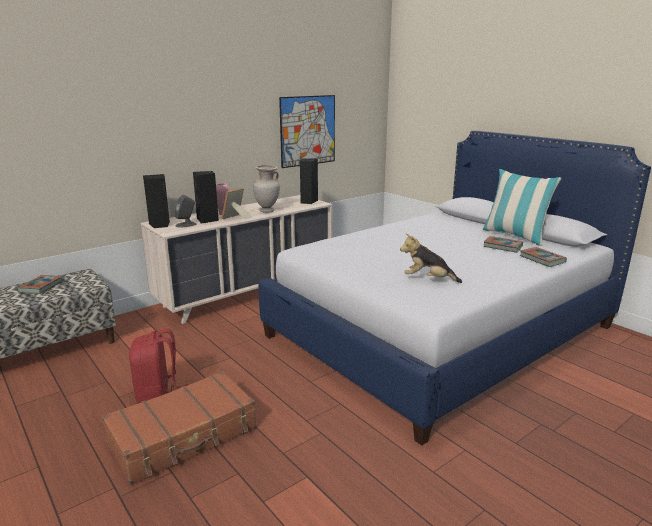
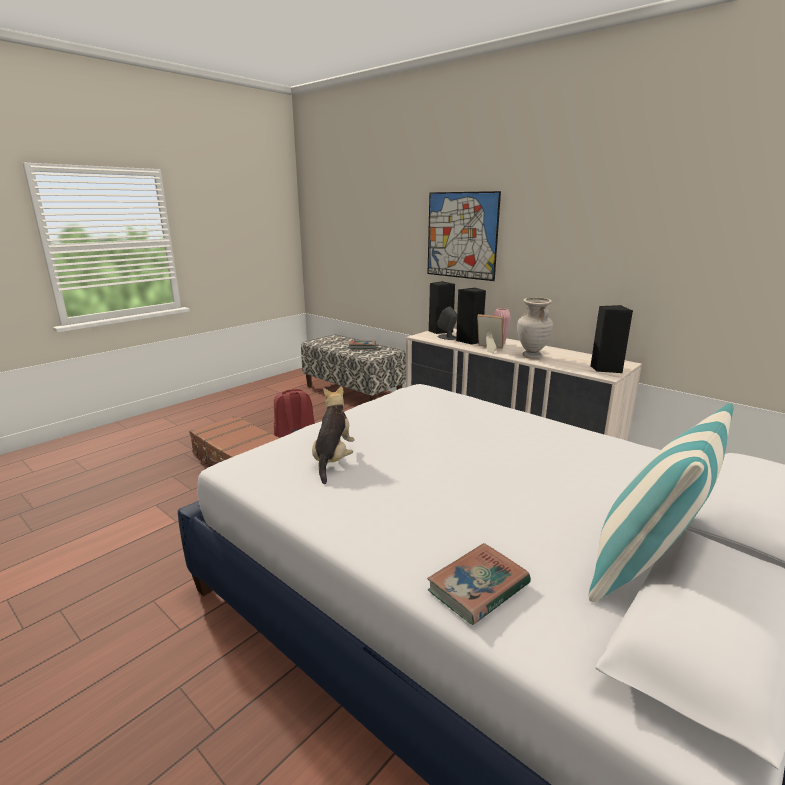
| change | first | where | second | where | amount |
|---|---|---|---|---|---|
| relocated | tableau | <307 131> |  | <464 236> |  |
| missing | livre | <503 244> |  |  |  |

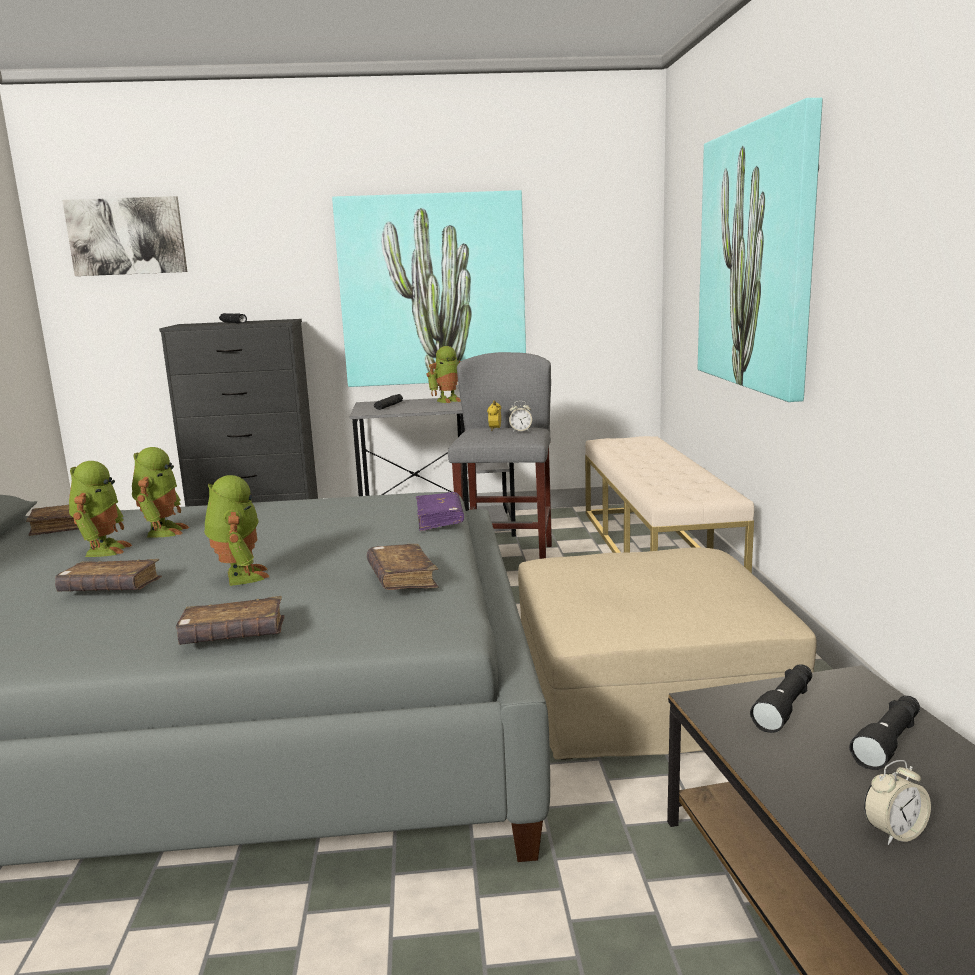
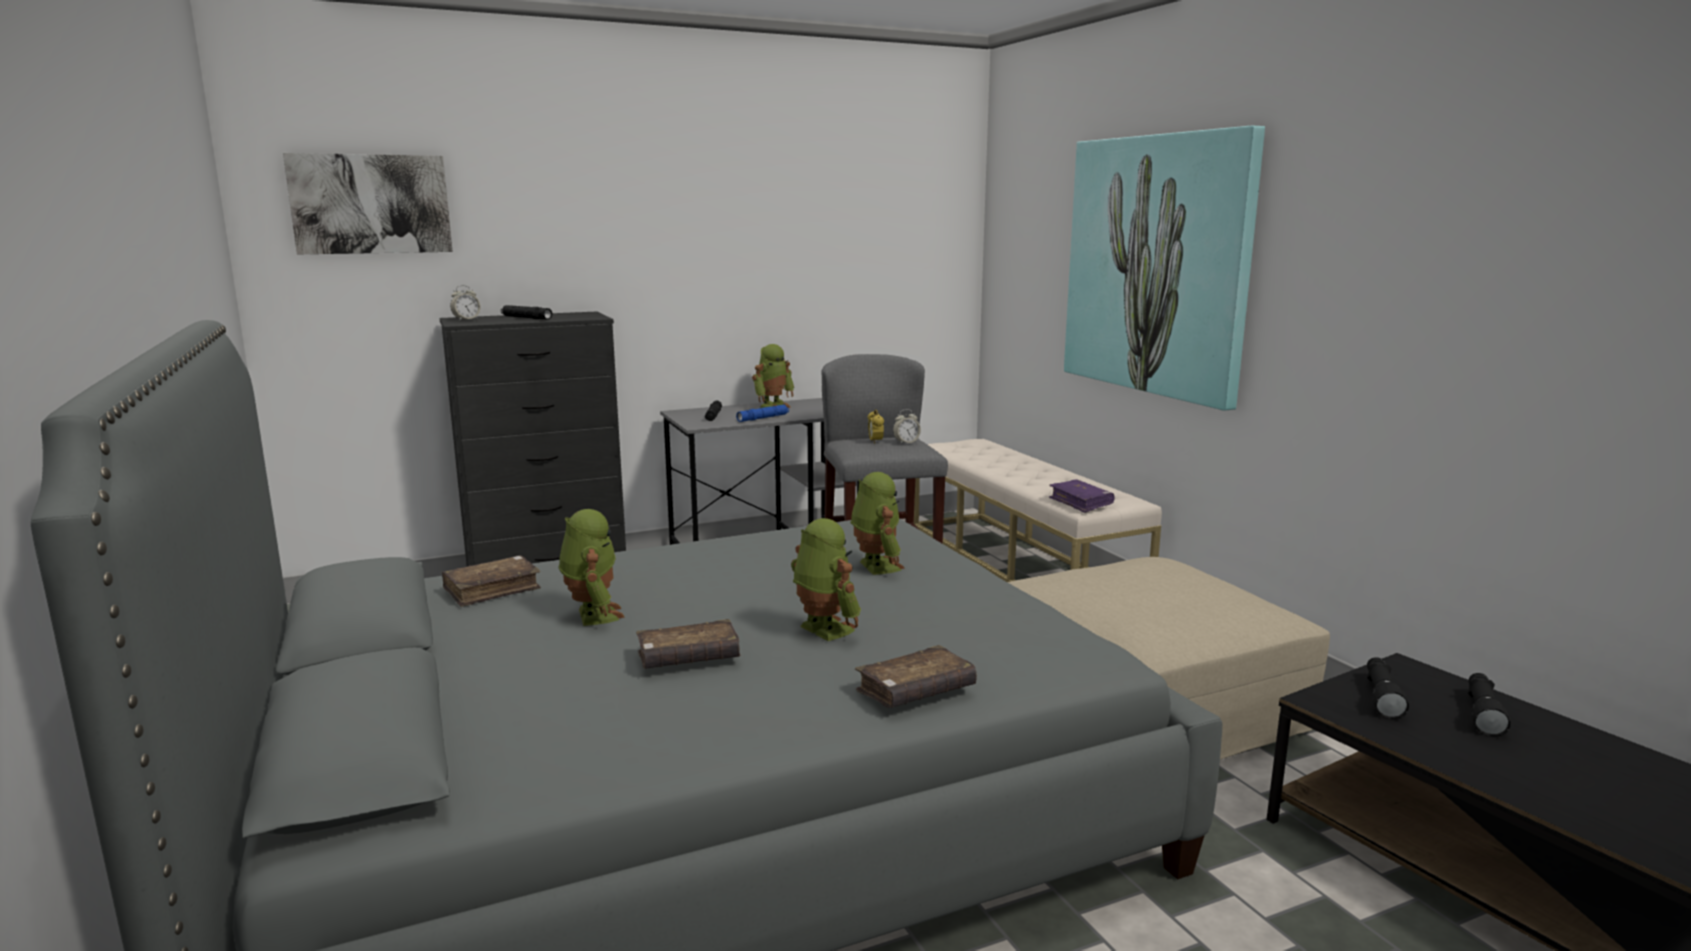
| change | first | where | second | where | amount |
|---|---|---|---|---|---|
| missing | tableau | <429 288> |  |  |  |
| relocated | robot jouet | <160 492> |  | <878 523> |  |
| relocated | livre (violet) | <440 511> |  | <1081 496> |  |
| missing | livre (marron) | <402 567> |  |  |  |
| relocated | réveil | <897 802> |  | <465 303> |  |
| appeared |  |  | lampe de poche (bleu) | <762 413> |  |

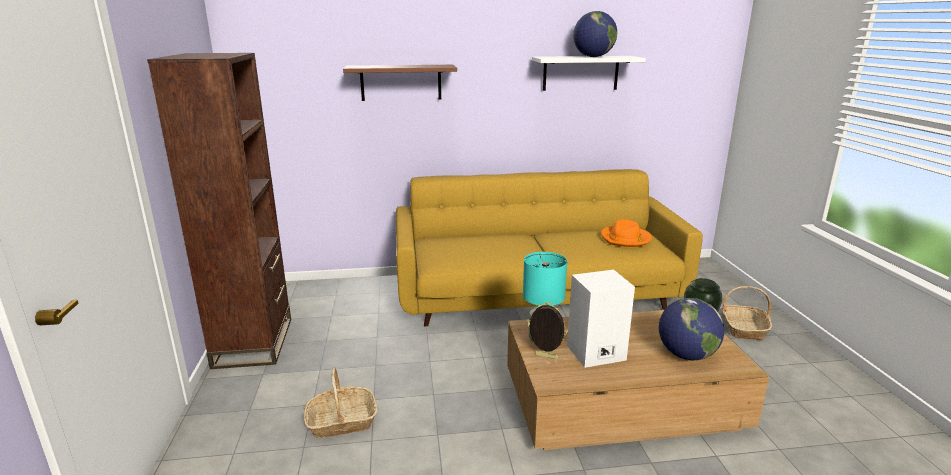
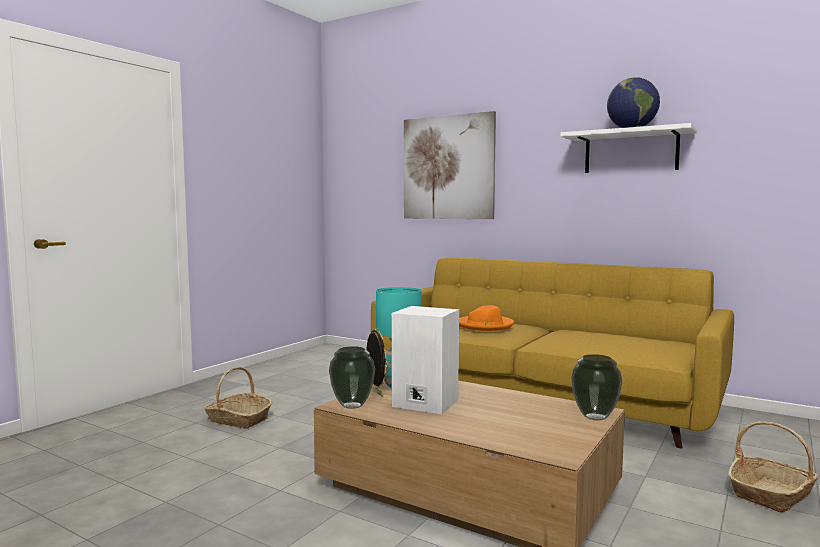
| change | first | where | second | where | amount |
|---|---|---|---|---|---|
| missing | bibliothèque (marron) | <219 211> |  |  |  |
| exchanged | étagère (marron) | <400 83> | tableau | <450 165> |  |
| relocated | chapeau (orange) | <626 233> |  | <486 318> |  |
| missing | globe | <691 329> |  |  |  |
| appeared |  |  | vase | <352 377> |  |

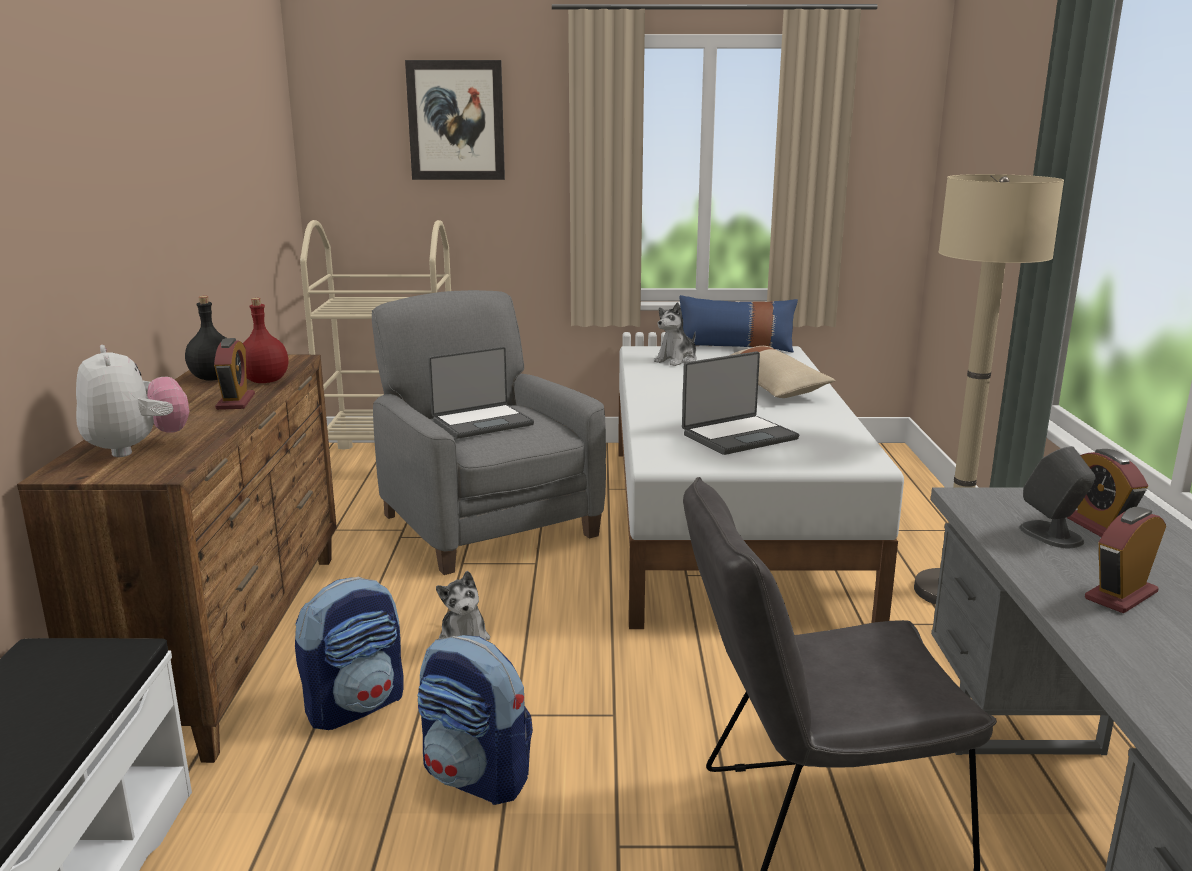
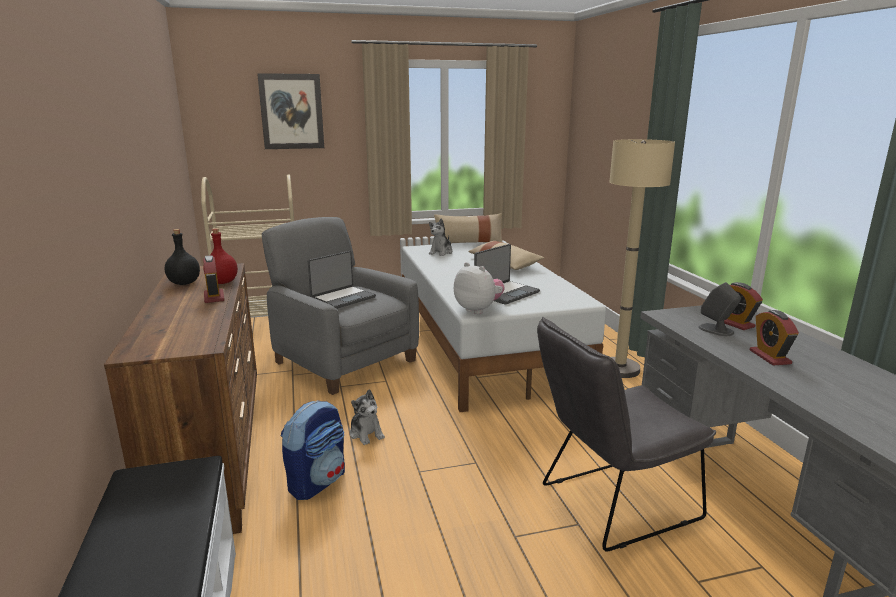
| change | first | where | second | where | amount |
|---|---|---|---|---|---|
| colour | coussin (bleu) | <739 324> | coussin (beige) | <468 228> |  |
| relocated | peluche | <132 401> |  | <479 288> |  |
| spun | réveil | <1125 560> |  | <774 337> | 45 degrees counterclockwise |
| missing | sac à dos | <475 720> |  |  |  |

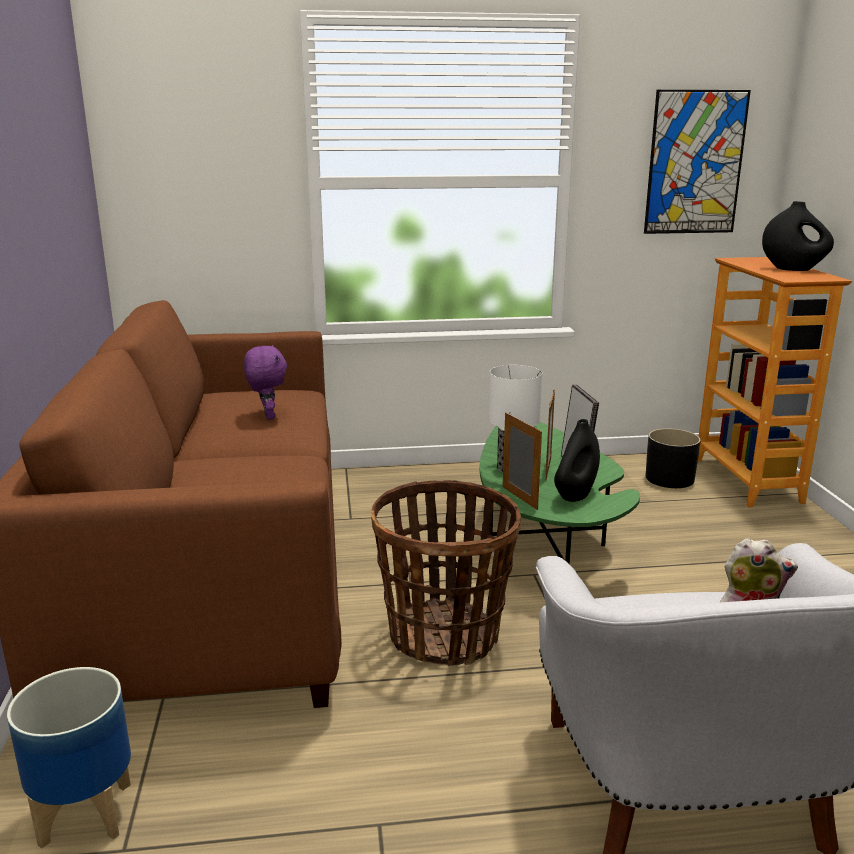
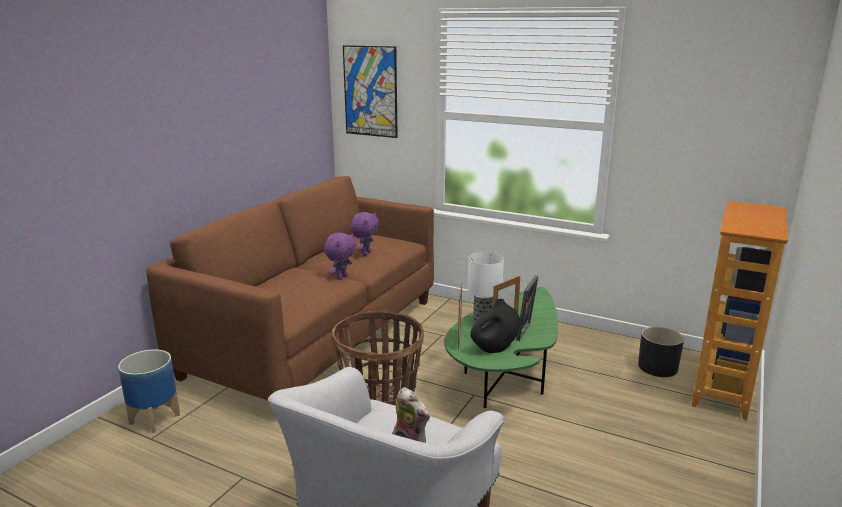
| change | first | where | second | where | amount |
|---|---|---|---|---|---|
| relocated | tableau | <697 162> |  | <370 91> |  |
| missing | vase (noir) | <798 236> |  |  |  |
| appeared |  |  | peluche (violet) | <340 256> |  |

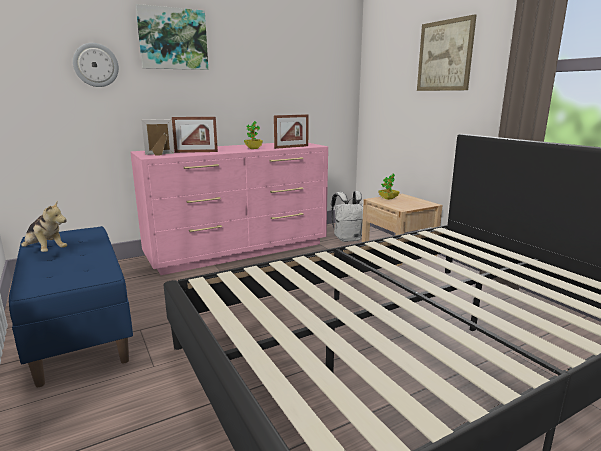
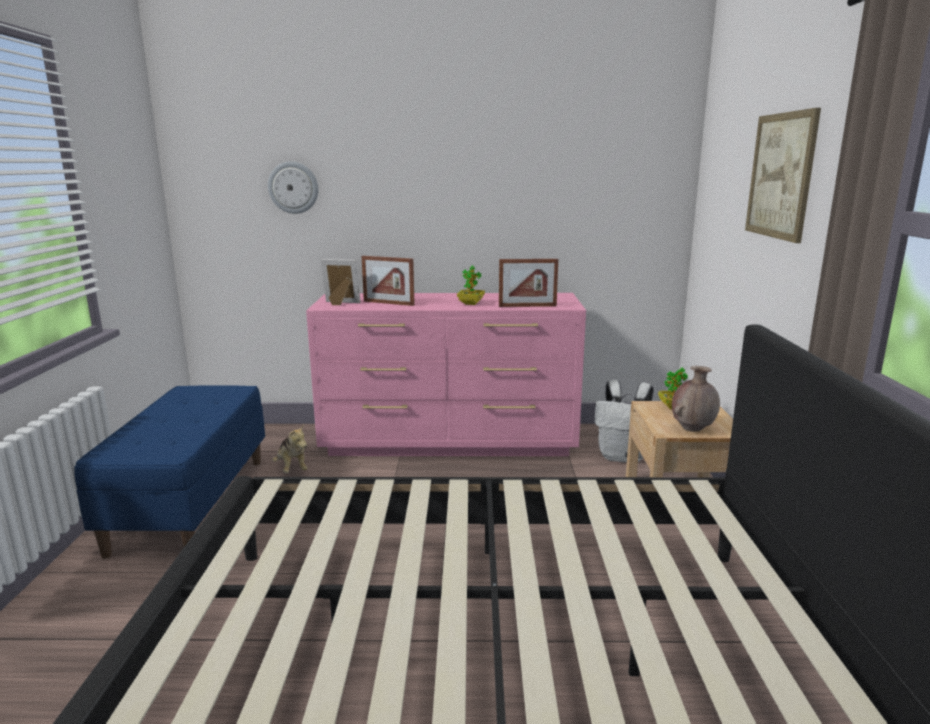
| change | first | where | second | where | amount |
|---|---|---|---|---|---|
| missing | tableau | <172 37> |  |  |  |
| relocated | peluche | <44 226> |  | <290 448> |  |
| appeared |  |  | vase (marron) | <696 399> |  |

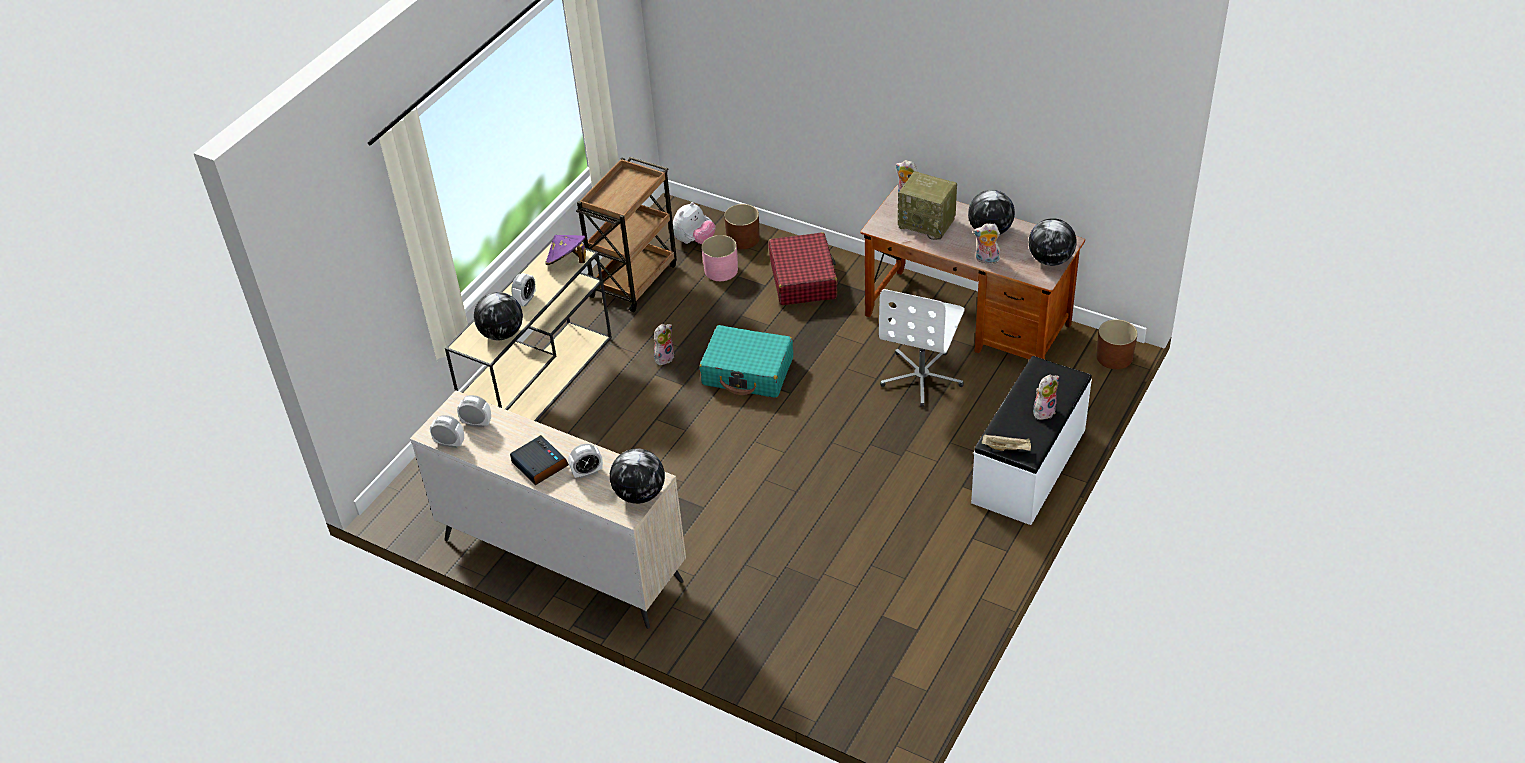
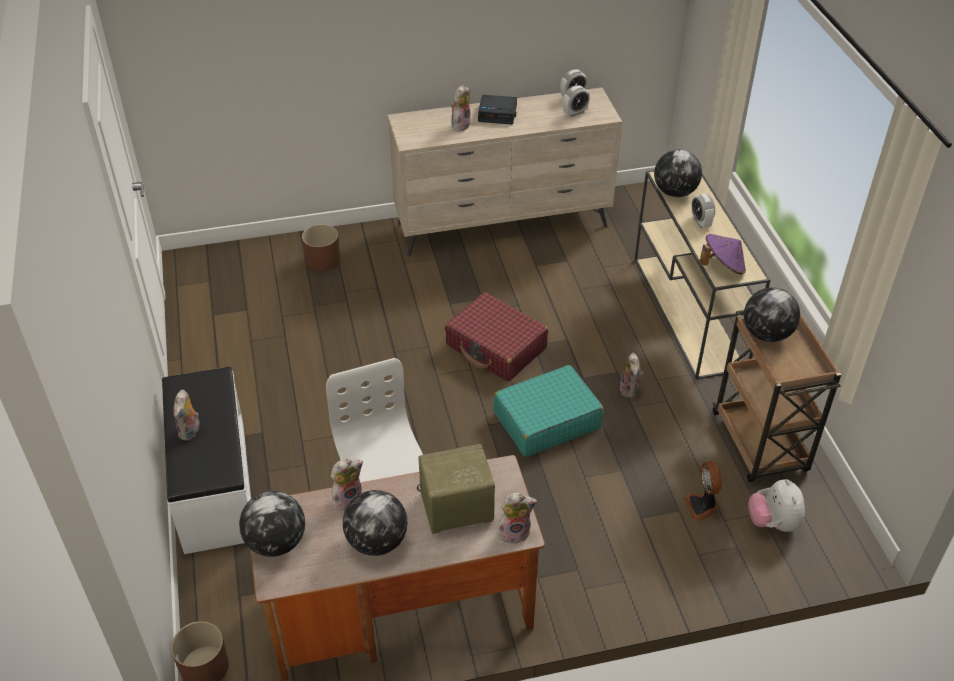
| change | first | where | second | where | amount |
|---|---|---|---|---|---|
| relocated | cache-pot (marron) | <742 226> |  | <321 247> |  |
| relocated | valise (rouge) | <803 268> |  | <496 336> |  |
| exchanged | cache-pot (rose) | <719 258> | ventilateur | <703 491> |  |
| missing | plateau (beige) | <1006 442> |  |  |  |
| exchanged | réveil | <585 461> | peluche | <461 108> |  |
| relocated | globe | <637 476> |  | <772 314> |  |

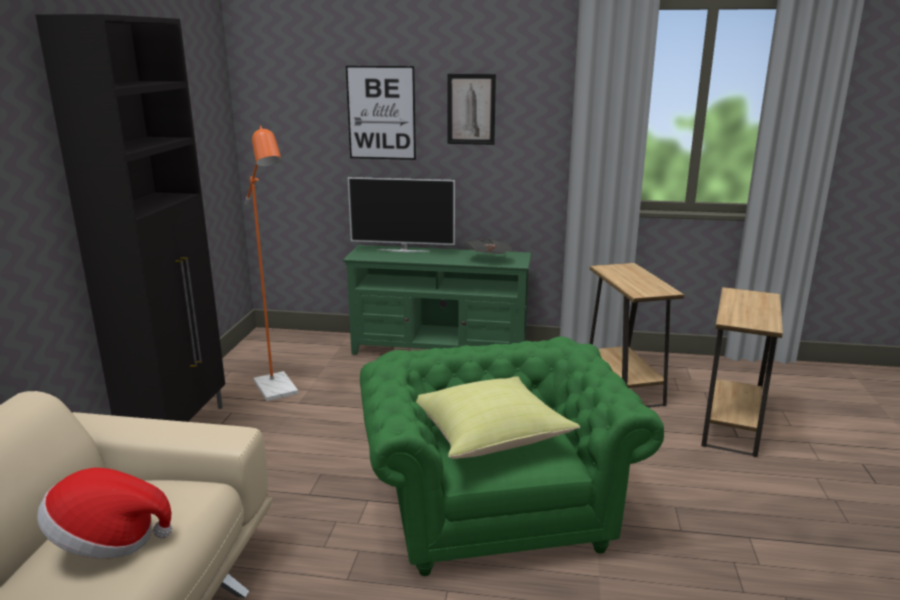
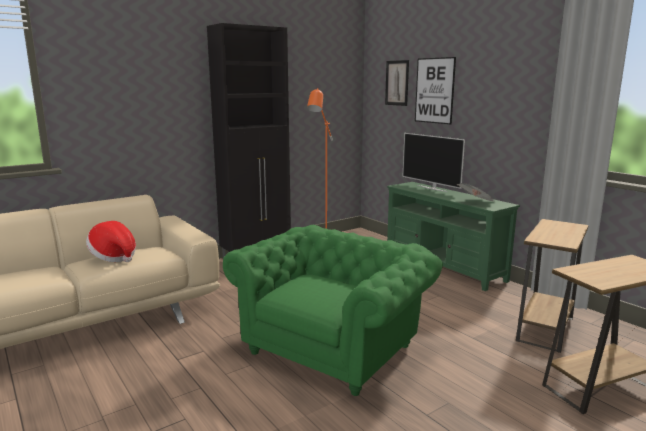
| change | first | where | second | where | amount |
|---|---|---|---|---|---|
| relocated | tableau | <471 109> |  | <397 83> |  |
| missing | coussin (jaune) | <498 417> |  |  |  |

